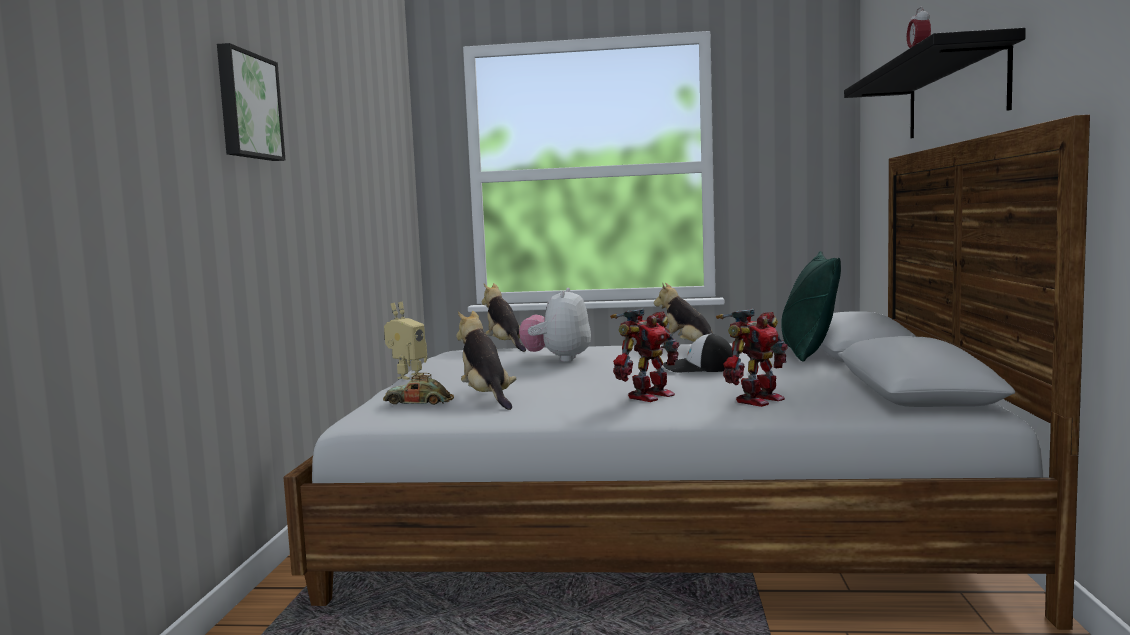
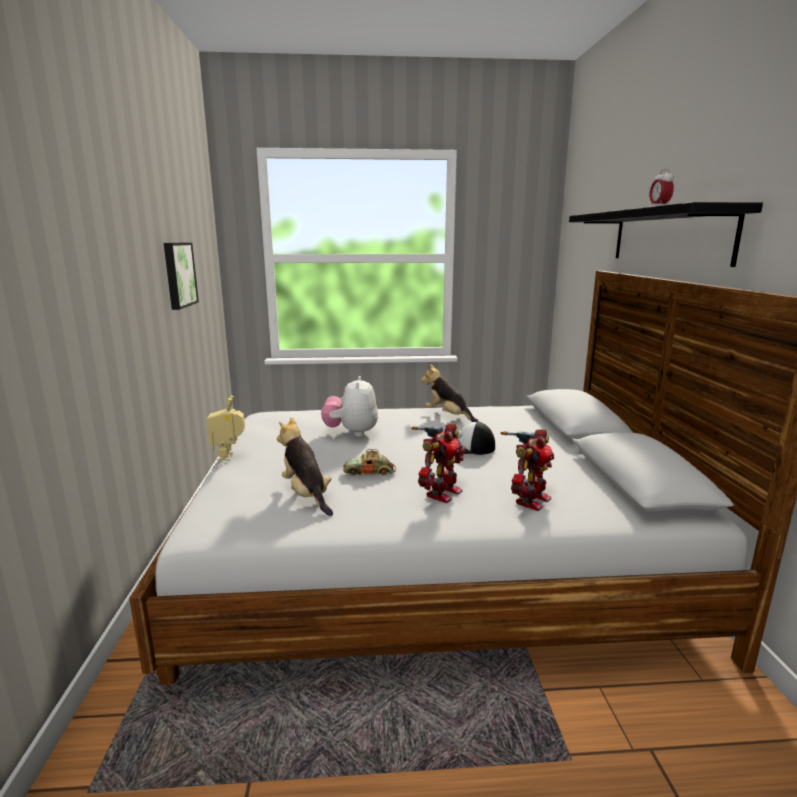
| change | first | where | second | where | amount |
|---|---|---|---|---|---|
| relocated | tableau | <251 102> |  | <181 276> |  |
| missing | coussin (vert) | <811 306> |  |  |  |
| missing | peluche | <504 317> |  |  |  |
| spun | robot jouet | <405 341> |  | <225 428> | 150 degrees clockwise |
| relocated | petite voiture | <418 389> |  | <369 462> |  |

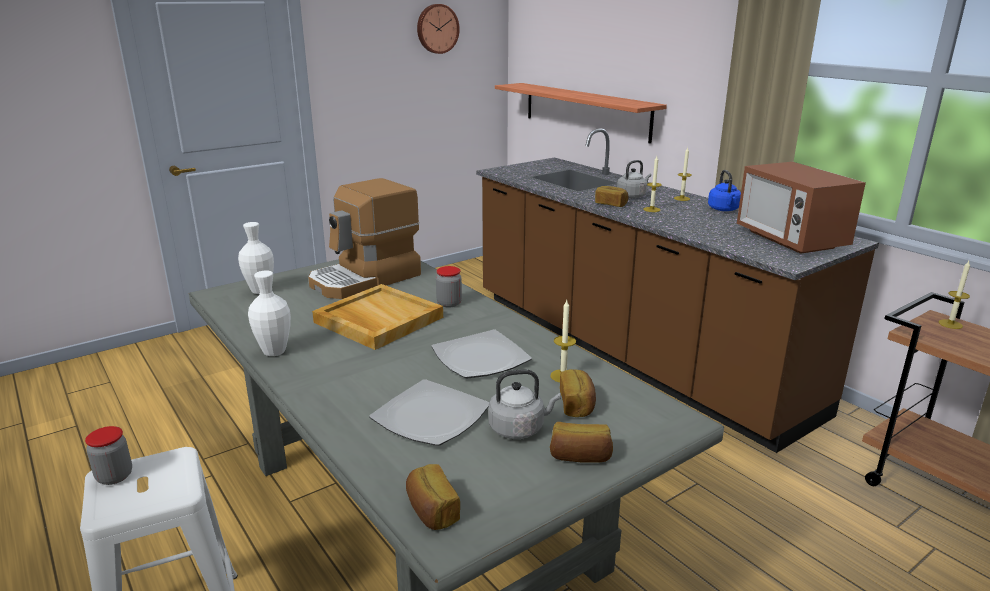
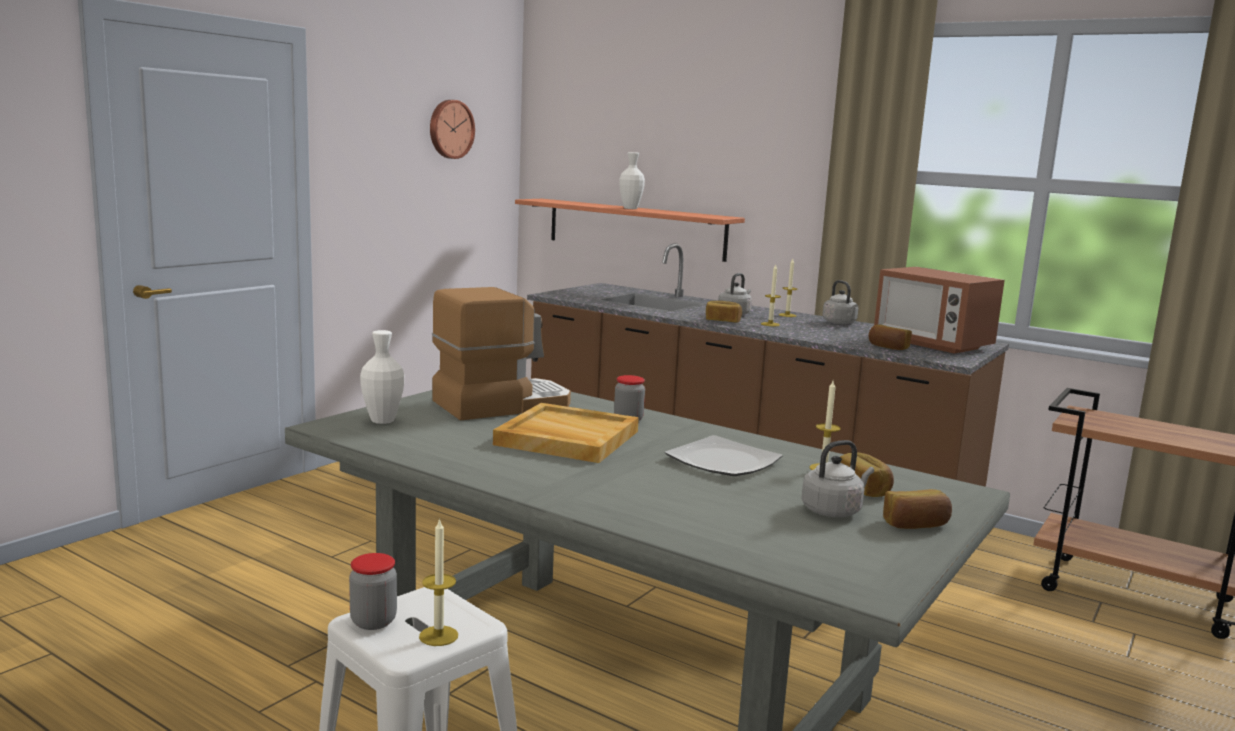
| change | first | where | second | where | amount |
|---|---|---|---|---|---|
| colour | bouilloire (bleu) | <724 190> | bouilloire (gris) | <840 302> |  |
| spun | machine à café | <364 238> |  | <501 353> | 150 degrees counterclockwise |
| relocated | bougie | <954 295> |  | <438 582> |  |
| relocated | vase (blanc) | <269 313> |  | <632 180> |  |
| missing | assiette | <429 412> |  |  |  |
| relocated | pain | <433 497> |  | <890 337> |  |

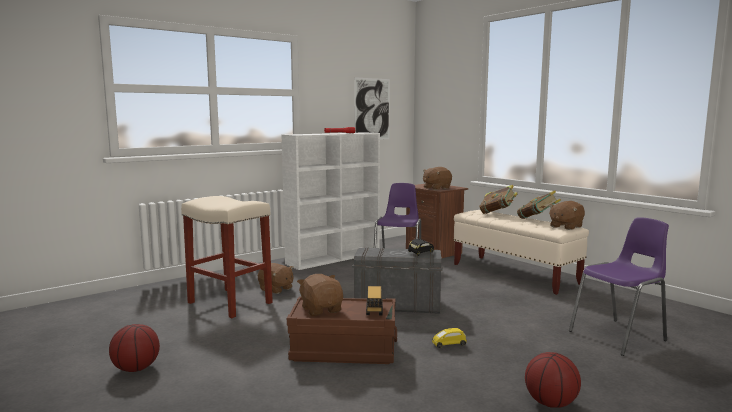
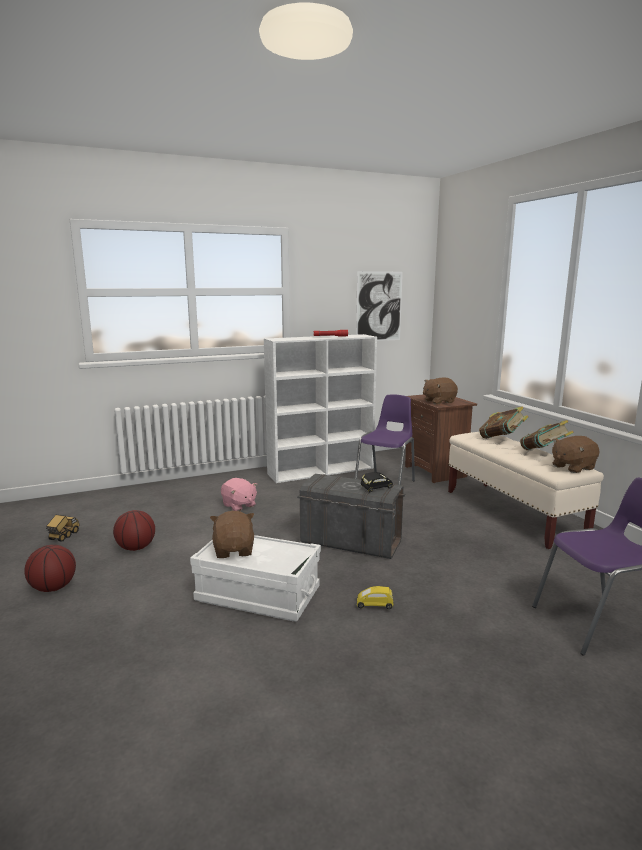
| change | first | where | second | where | amount |
|---|---|---|---|---|---|
| missing | tabouret (beige) | <227 257> |  |  |  |
| colour | peluche (marron) | <275 278> | peluche (rose) | <239 494> |  |
| relocated | camion jouet | <374 301> |  | <63 528> |  |
| colour | boîte de rangement (marron) | <342 330> | boîte de rangement (blanc) | <255 578> |  |
| relocated | ballon de basket | <553 380> |  | <134 530> |  |

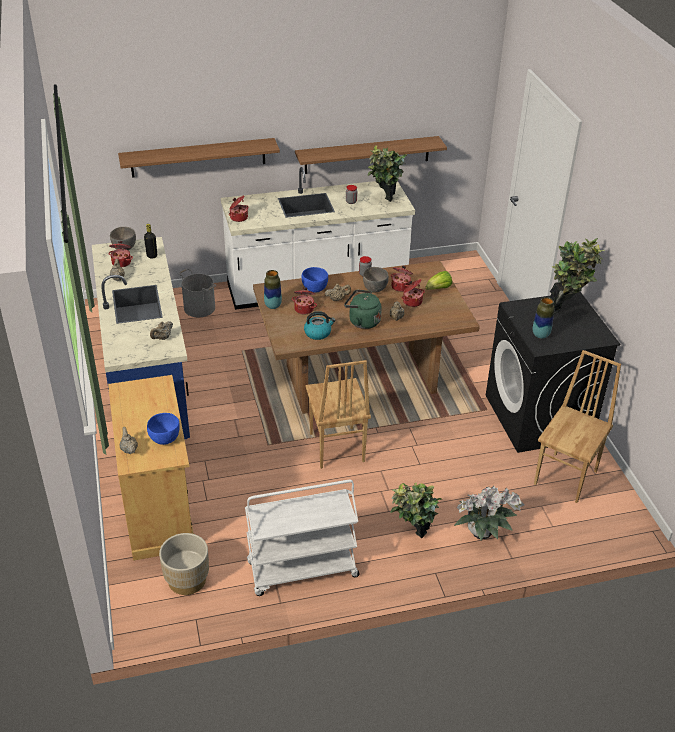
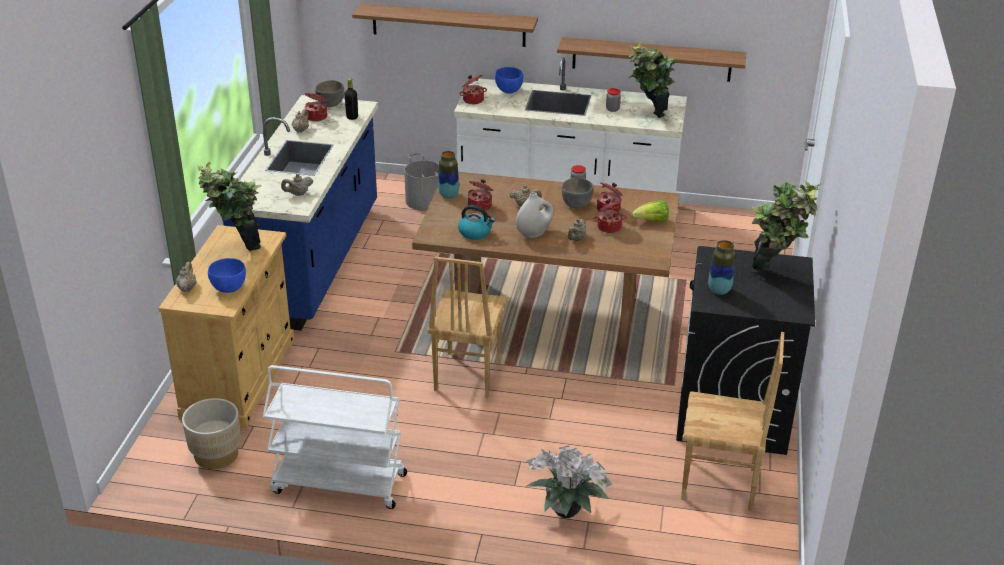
| change | first | where | second | where | amount |
|---|---|---|---|---|---|
| relocated | bol (bleu) | <315 279> |  | <509 80> |  |
| exchanged | bouilloire (vert) | <363 309> | vase (blanc) | <535 215> |  |
| spun | chaise (marron) | <577 426> |  | <732 421> | 45 degrees clockwise |
| relocated | plante en pot | <416 510> |  | <229 206> |  |

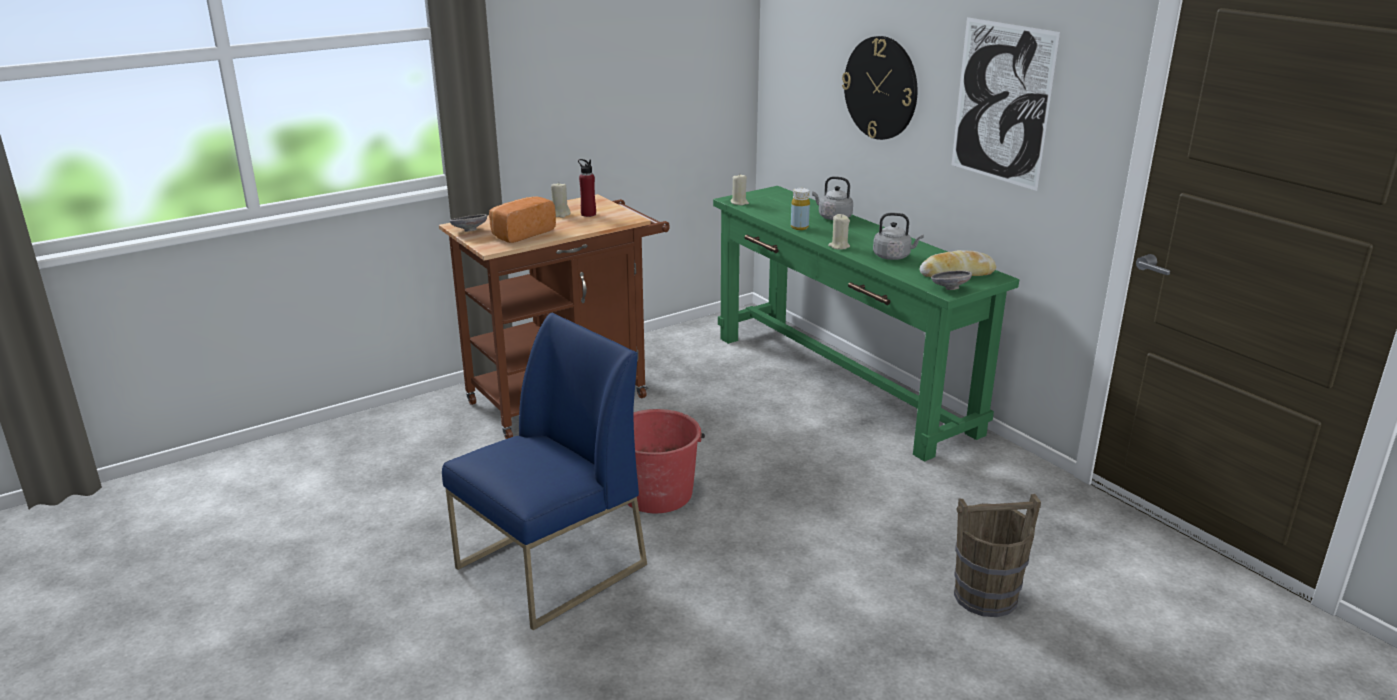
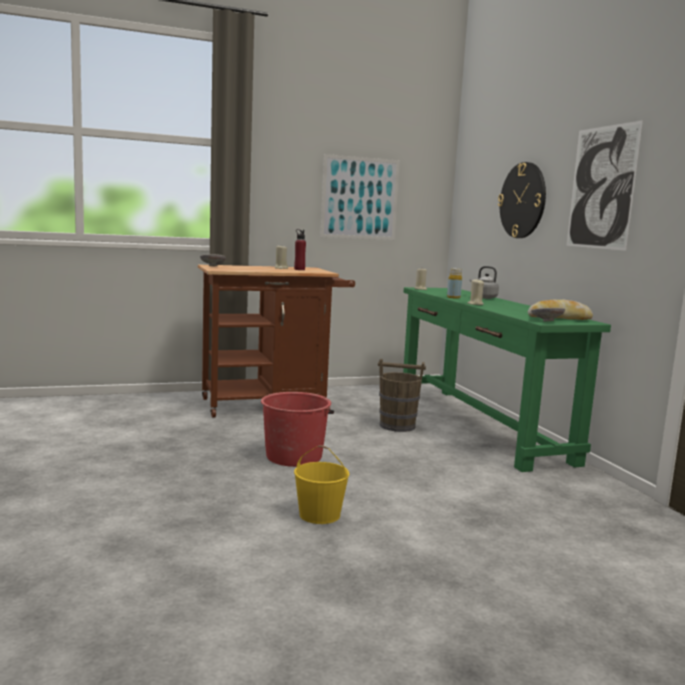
| change | first | where | second | where | amount |
|---|---|---|---|---|---|
| missing | pain | <522 219> |  |  |  |
| missing | bouilloire (gris) | <898 236> |  |  |  |
| missing | chaise (bleu) | <544 471> |  |  |  |
| relocated | seau (marron) | <997 555> |  | <402 395> |  |
| appeared |  |  | tableau | <360 197> |  |
| appeared |  |  | seau (jaune) | <321 485> |  |

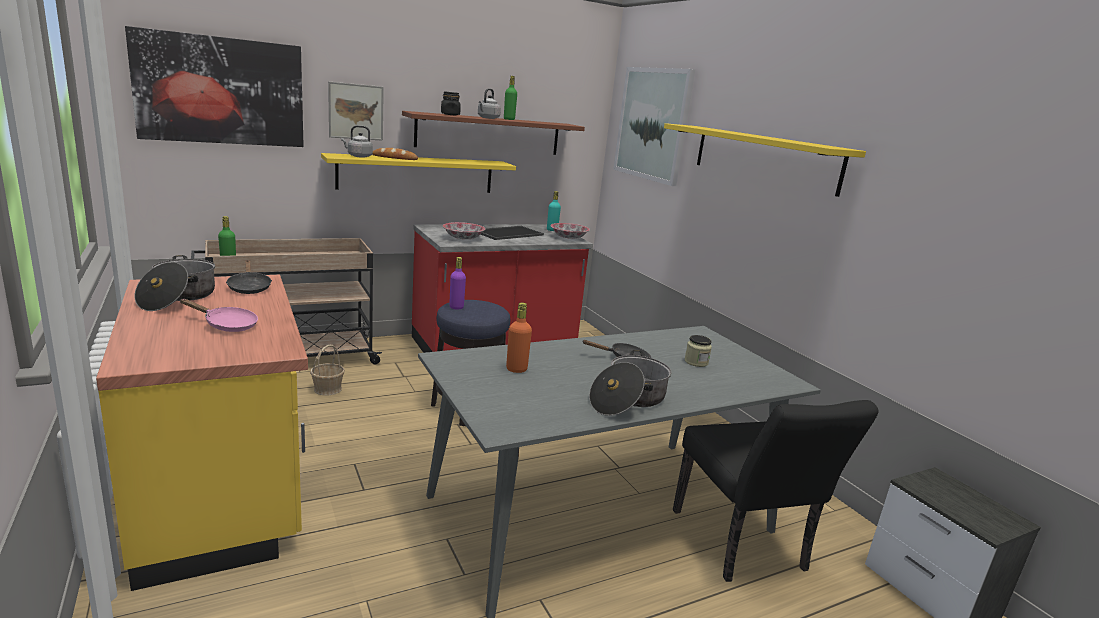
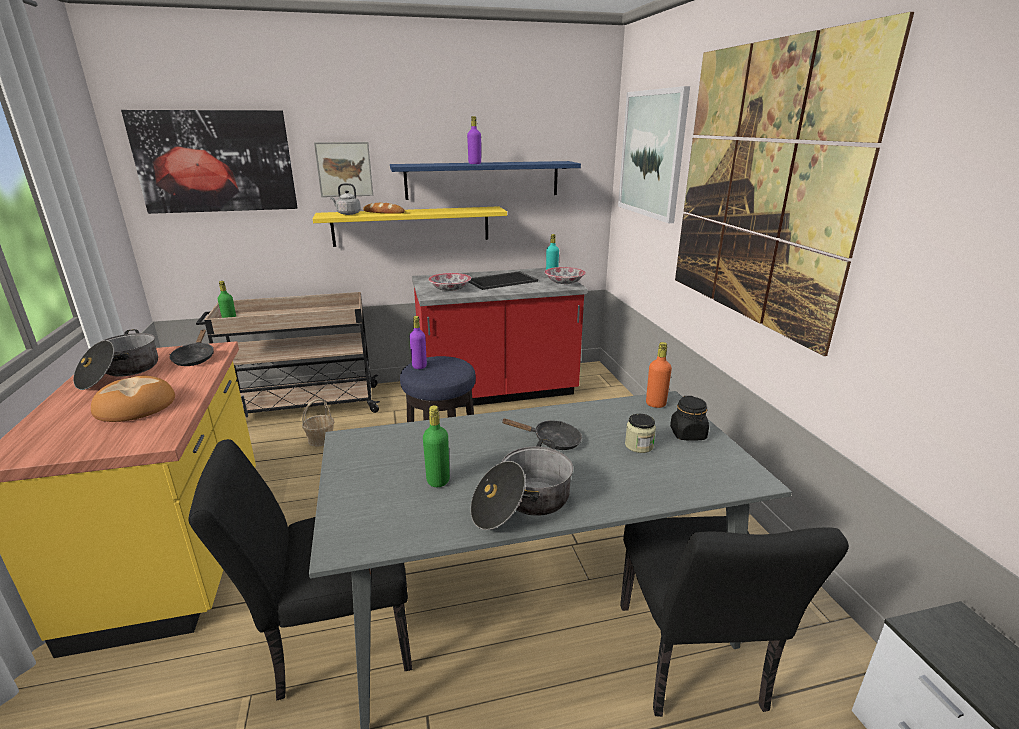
| change | first | where | second | where | amount |
|---|---|---|---|---|---|
| relocated | bouteille (vert) | <510 98> |  | <436 446> |  |
| exchanged | bouilloire (gris) | <489 103> | bouteille (violet) | <474 140> |  |
| relocated | bocal (noir) | <451 103> |  | <689 418> |  |
| colour | étagère (marron) | <493 133> | étagère (bleu) | <485 180> |  |
| exchanged | étagère (jaune) | <765 160> | tableau | <794 184> |  |
| exchanged | poêle (rose) | <219 315> | pain | <133 399> |  |
| relocated | bouteille (orange) | <519 338> |  | <659 375> |  |
| appeared |  |  | chaise (noir) | <300 569> |  |

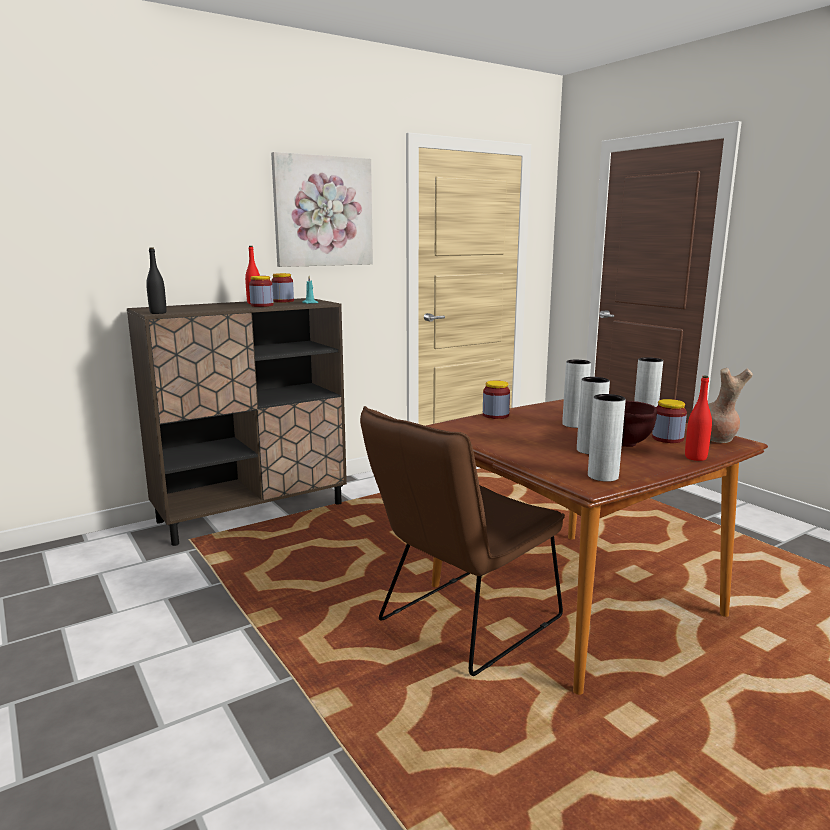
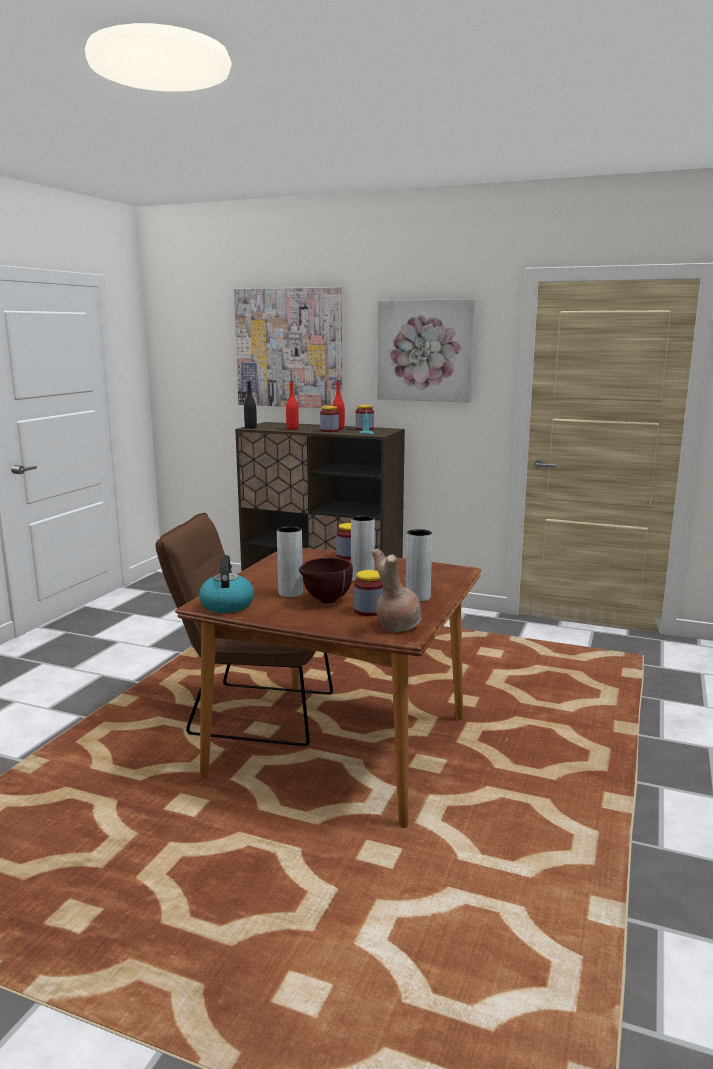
| change | first | where | second | where | amount |
|---|---|---|---|---|---|
| relocated | bouteille (rouge) | <698 418> |  | <292 405> |  |
| exchanged | vase (gris) | <607 438> | bouilloire | <226 584> |  |
| appeared |  |  | tableau | <288 347> |  |

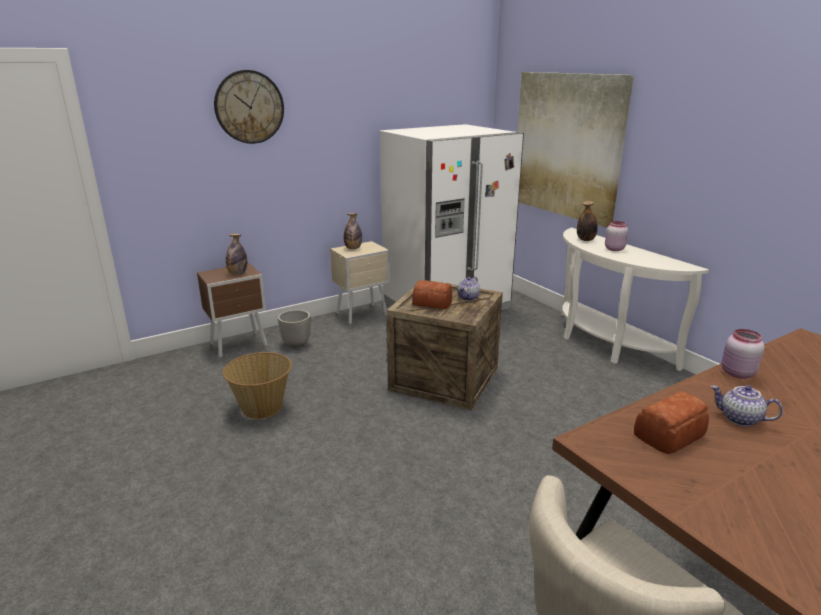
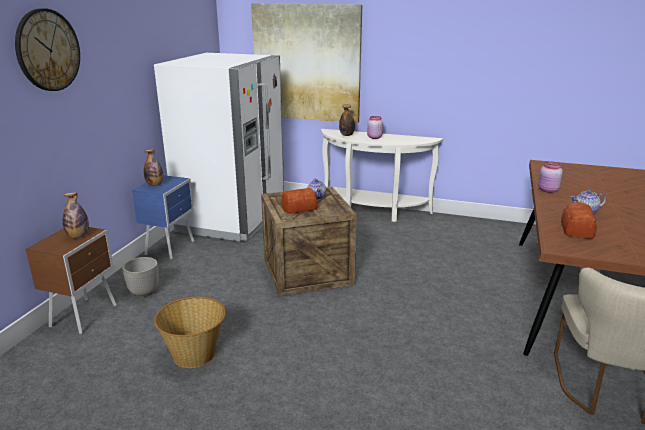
| change | first | where | second | where | amount |
|---|---|---|---|---|---|
| colour | table de chevet (beige) | <360 282> | table de chevet (bleu) | <163 217> |  |

